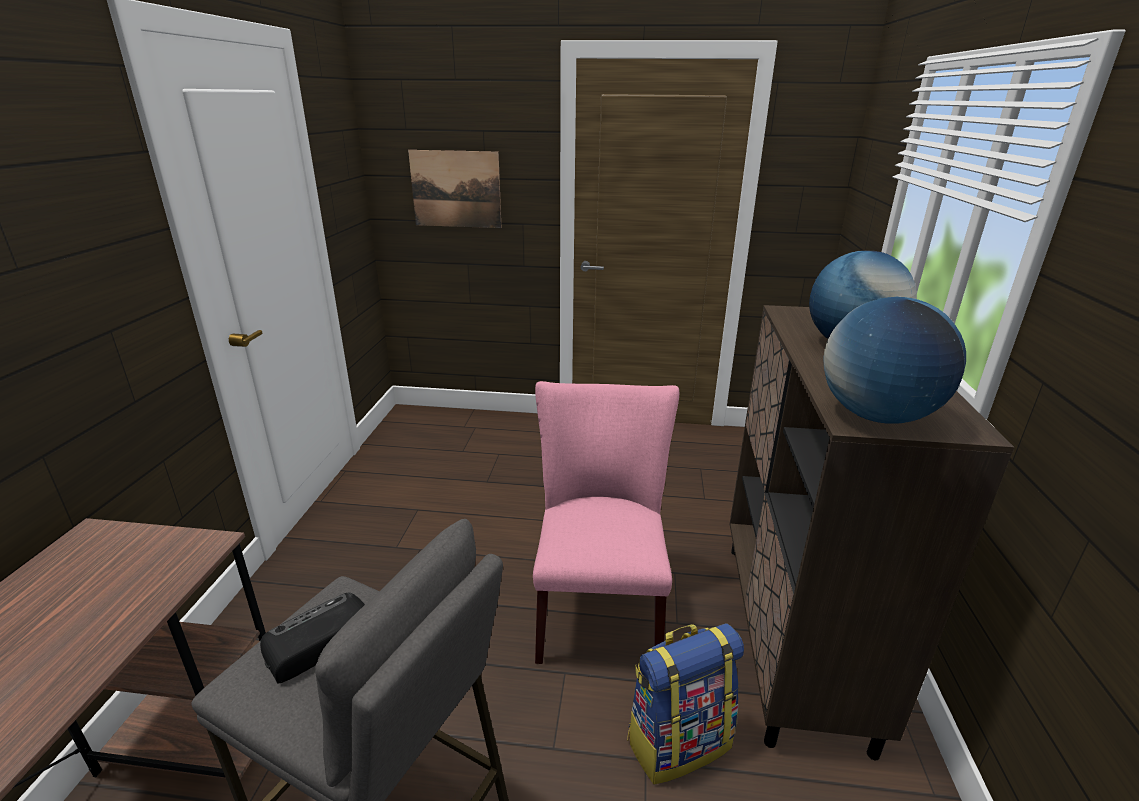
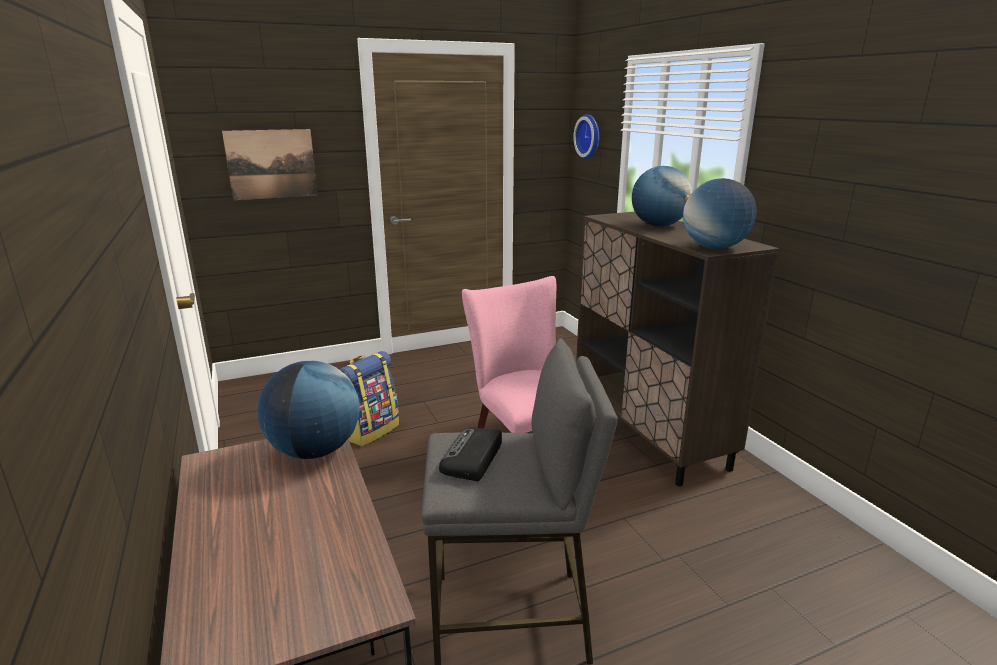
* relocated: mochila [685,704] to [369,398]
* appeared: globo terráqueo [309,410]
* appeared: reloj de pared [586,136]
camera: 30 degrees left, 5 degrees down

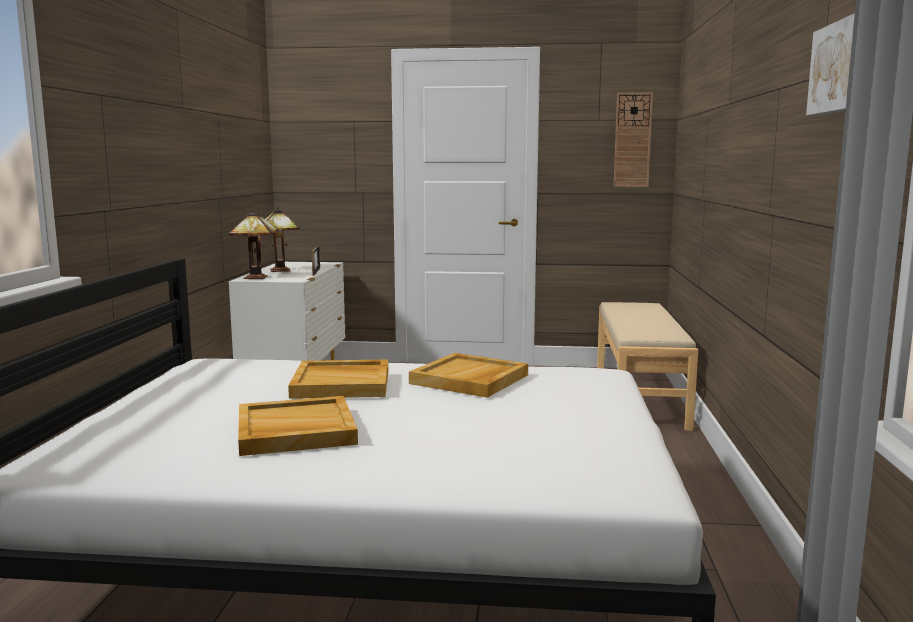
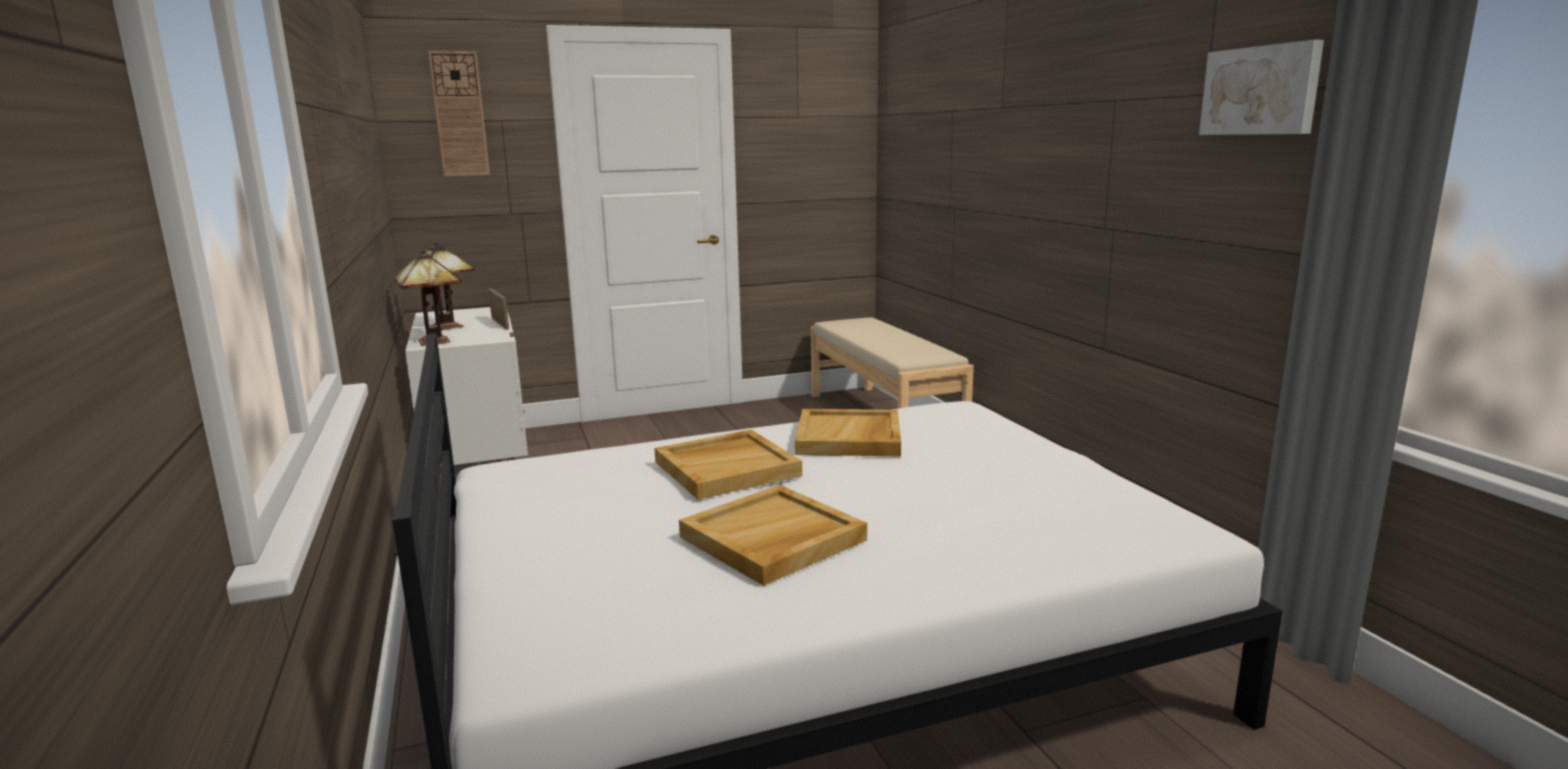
* relocated: reloj de pared [633,139] to [459,113]
camera: 25 degrees left, 5 degrees up

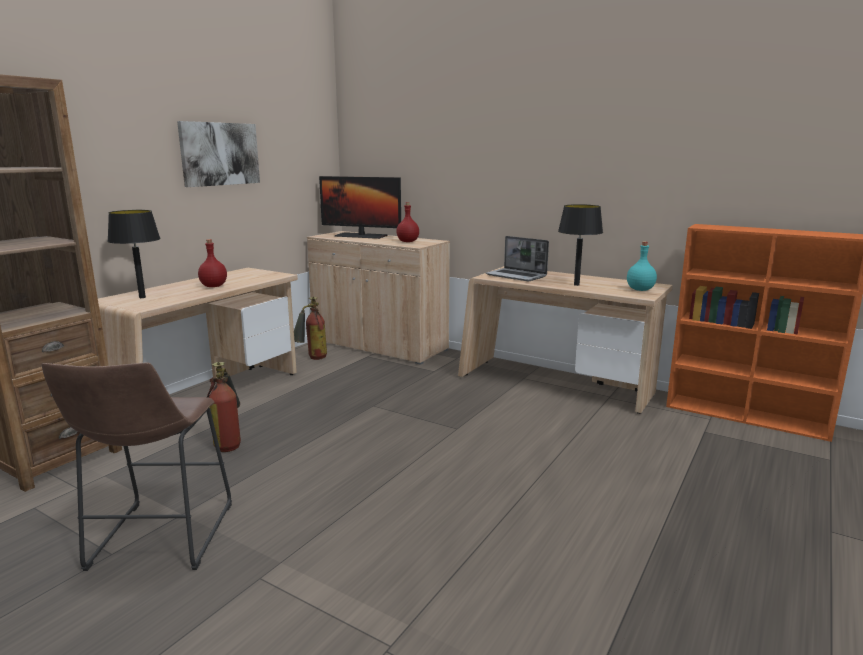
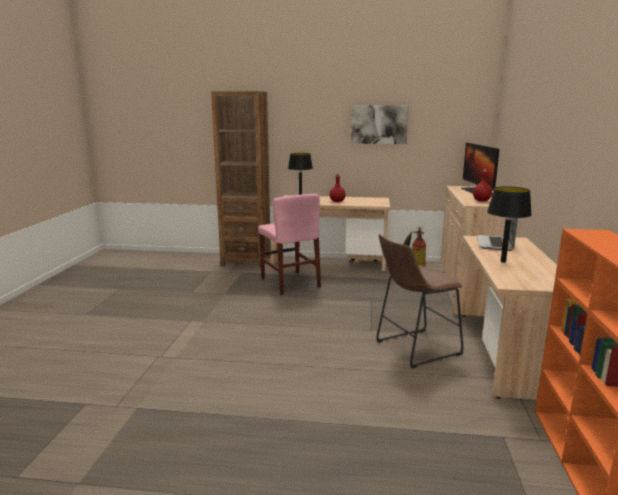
* relocated: taburete/marrón [136,466] to [419,301]
* exchanged: extintor [224,407] to silla/rosa [289,244]
* missing: botella/turquesa [642,266]
camera: 65 degrees right, 0 degrees up

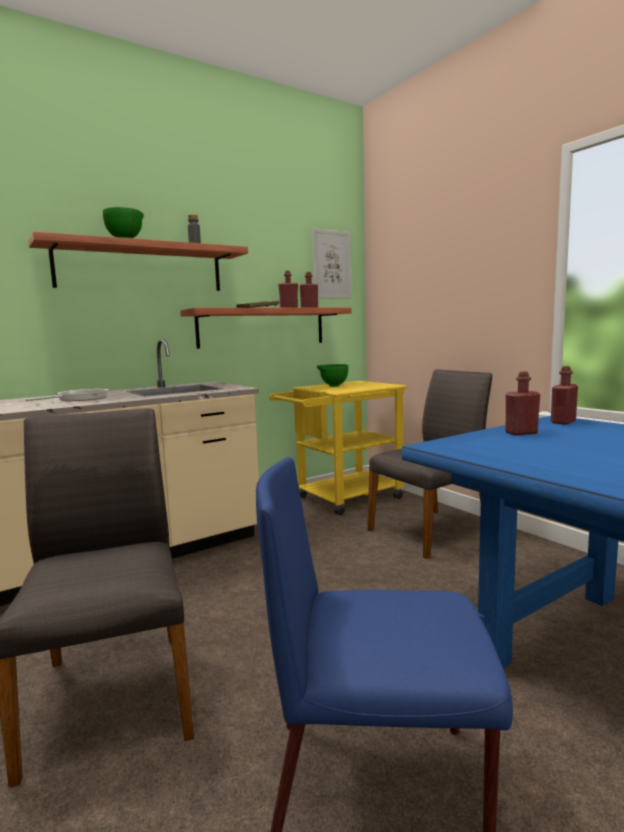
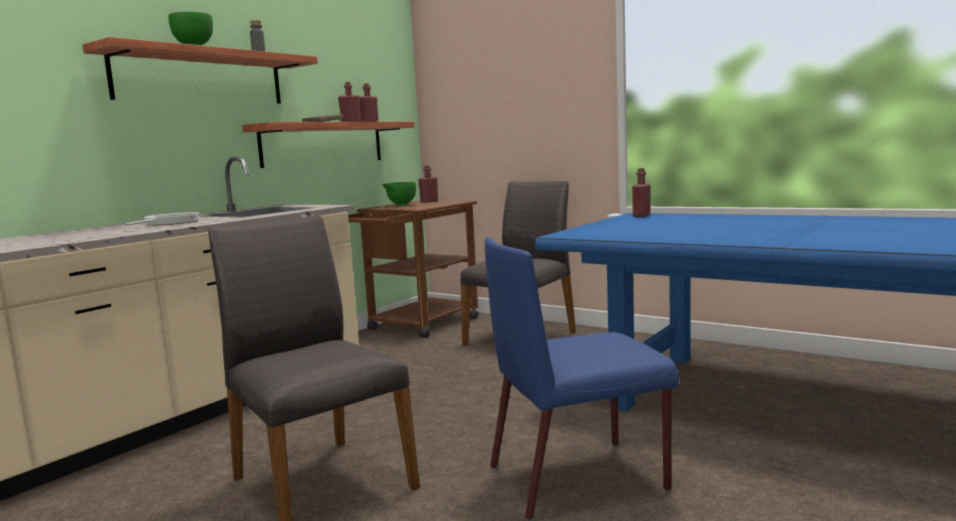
* colour: carrito/amarillo [338,448] to carrito/marrón [413,269]
* missing: cuadro [332,263]
* relocated: botella/rojo [522,403] to [428,184]
camera: 20 degrees left, 0 degrees up

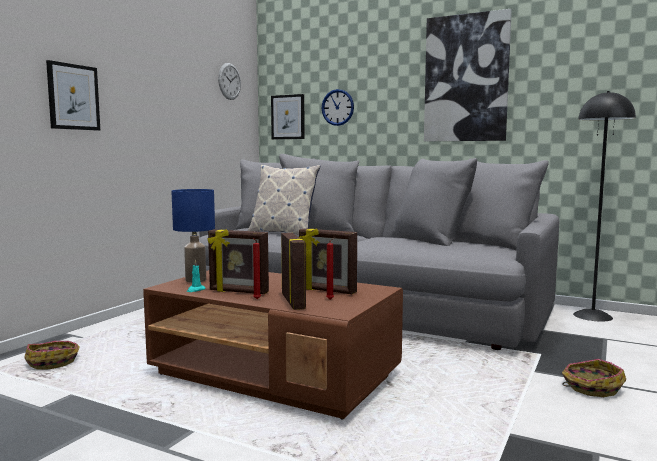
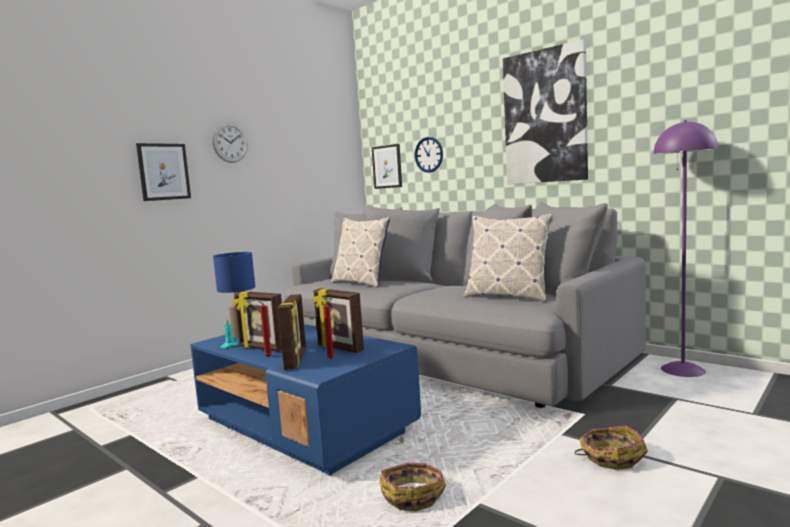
* relocated: cesta [52,355] to [412,486]
* colour: mesa de centro/marrón [273,345] to mesa de centro/azul [305,400]
* relocated: reloj de pared [229,81] to [230,142]
* colour: lámpara de pie/negro [604,206] to lámpara de pie/morado [685,248]
* appeared: cojín [508,258]
camera: 15 degrees right, 0 degrees up

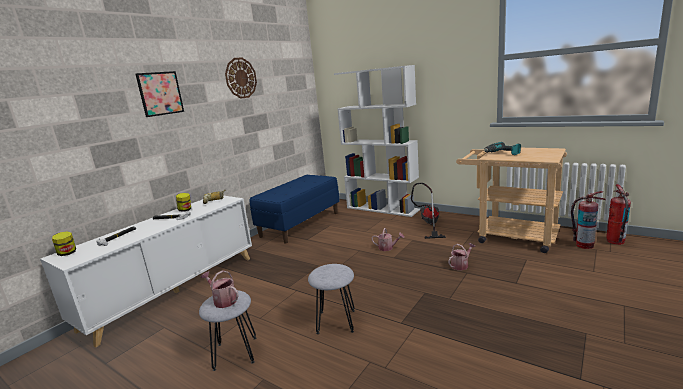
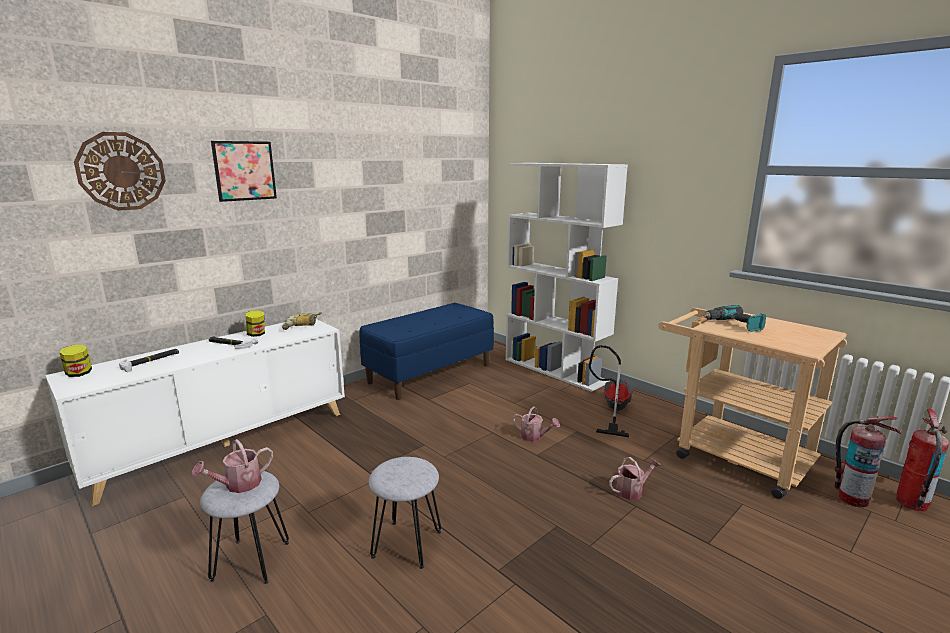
* spun: regadera [220,289] = [232,466] 90 degrees counterclockwise
* relocated: reloj de pared [241,78] to [120,171]
camera: 10 degrees right, 0 degrees up

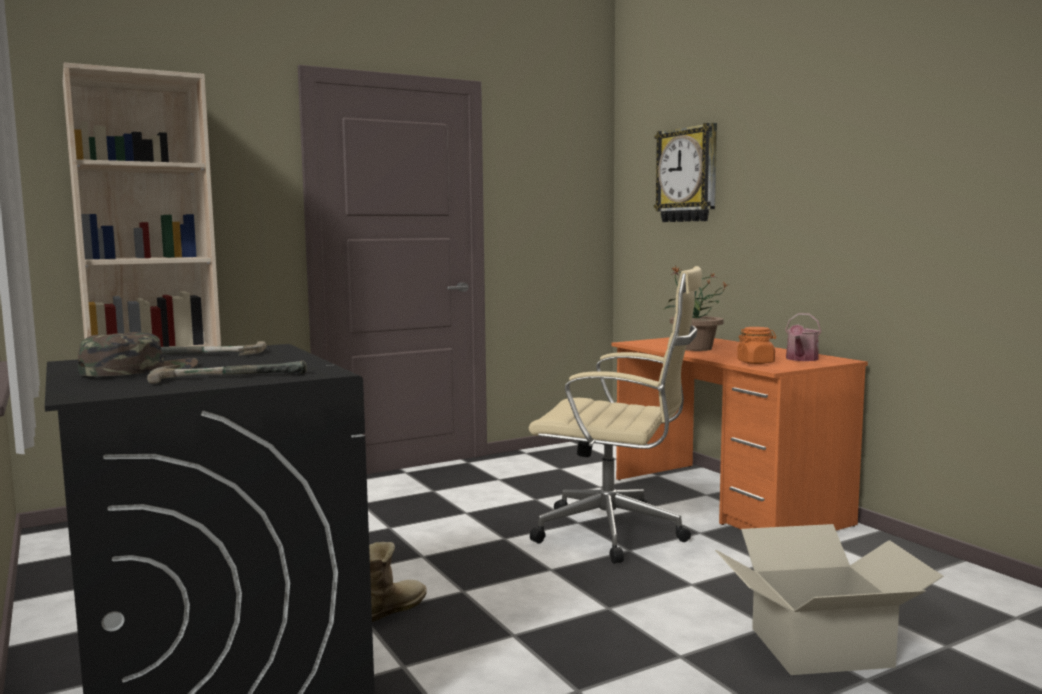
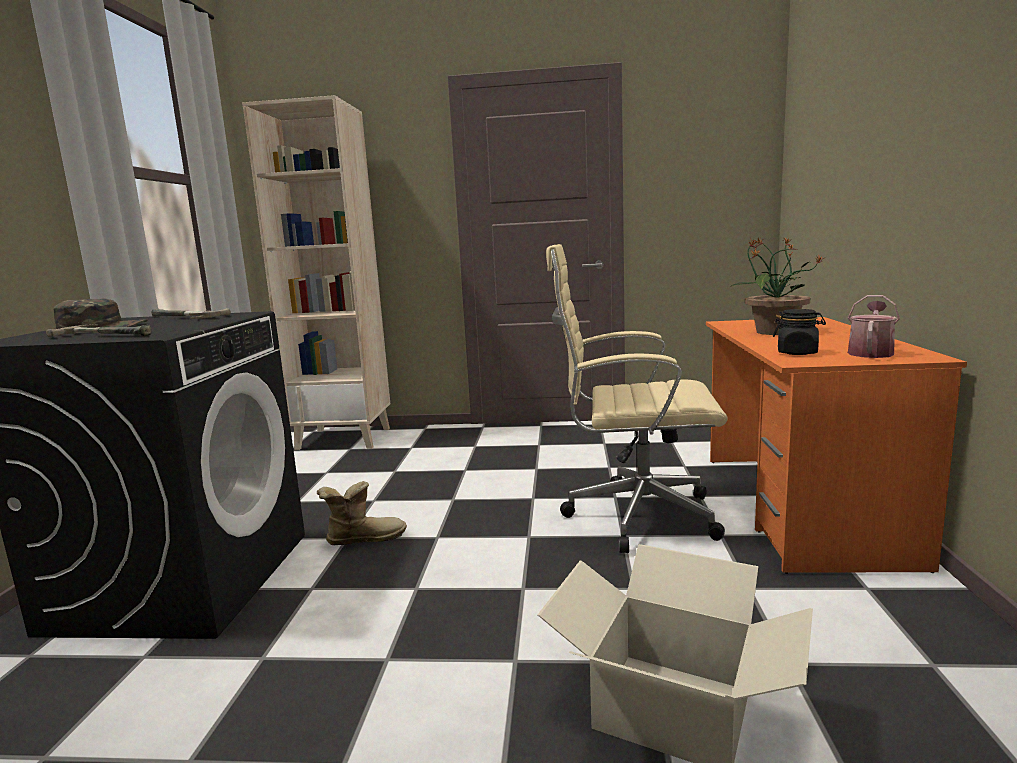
* spun: silla de oficina/beis [615,415] = [637,398] 135 degrees clockwise
* missing: reloj de pared [685,172]
* colour: tarro/naranja [756,345] to tarro/negro [799,332]
* spun: regadera [803,337] = [874,326] 150 degrees clockwise
camera: 35 degrees right, 5 degrees up

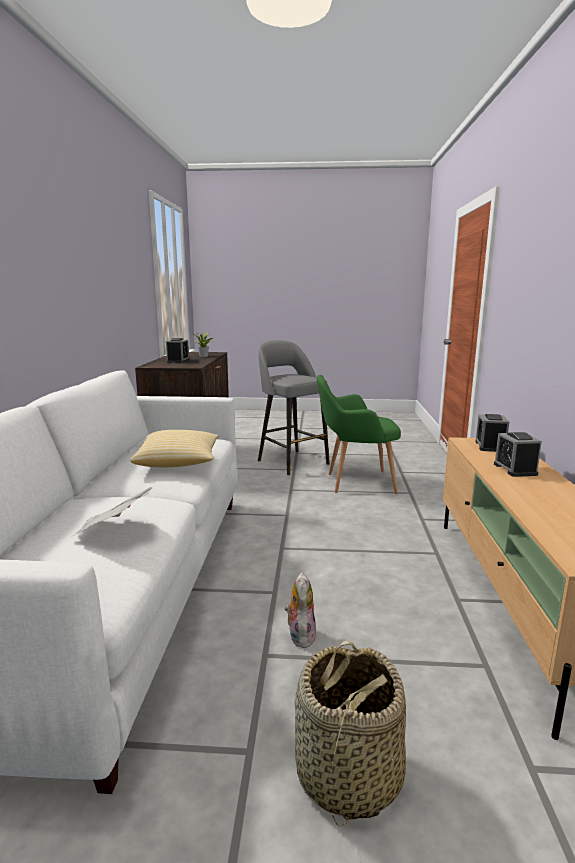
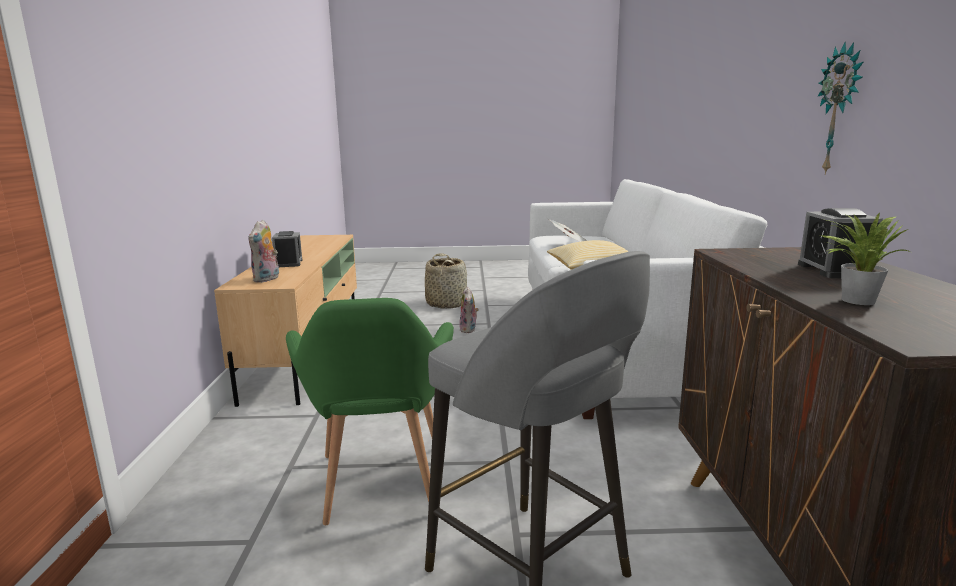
* spun: sillón/verde [359,434] = [370,411] 90 degrees clockwise
* exchanged: despertador [492,433] to peluche [263,251]
* appeared: reloj de pared [840,108]
camera: 175 degrees right, 0 degrees up

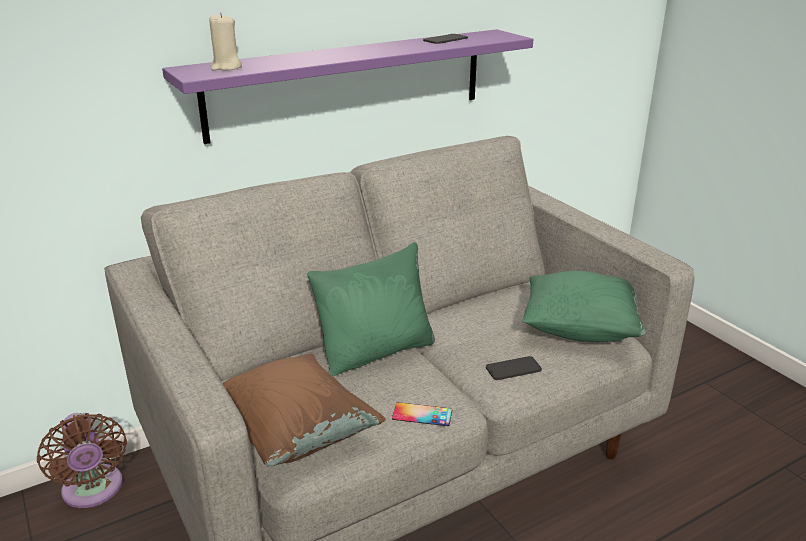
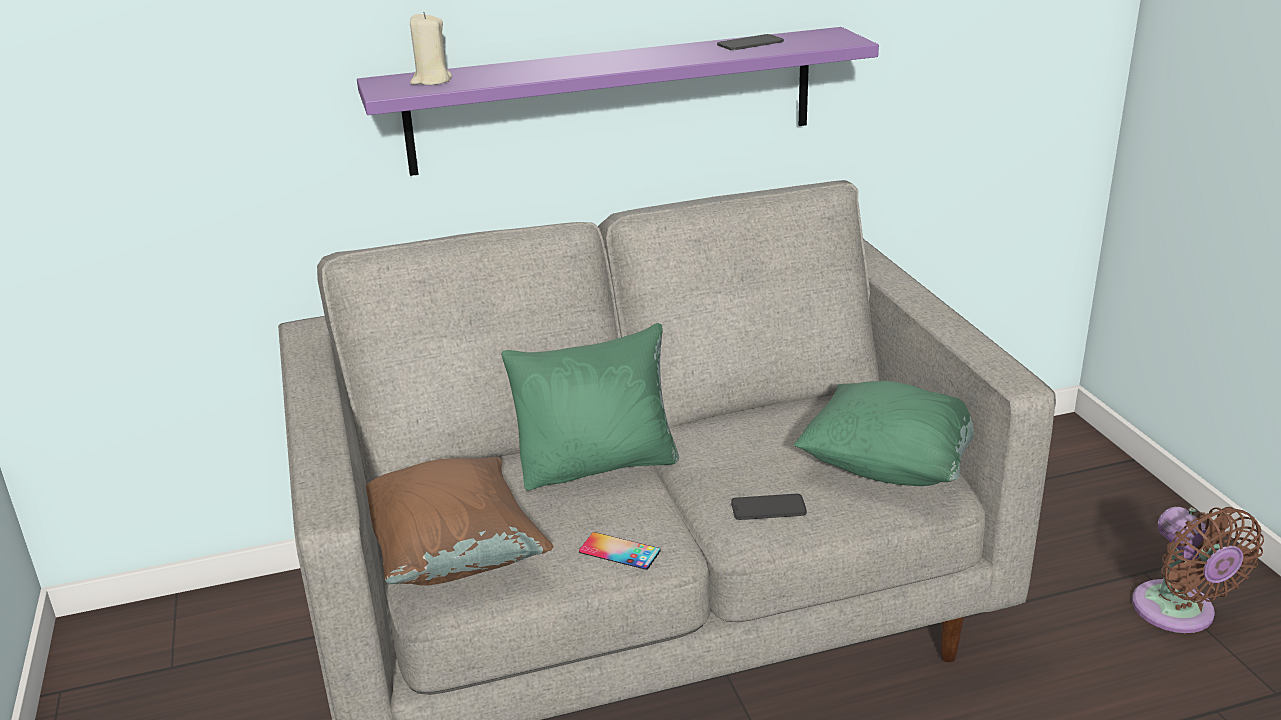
* relocated: ventilador/marrón [82,460] to [1198,570]
camera: 15 degrees right, 0 degrees up

